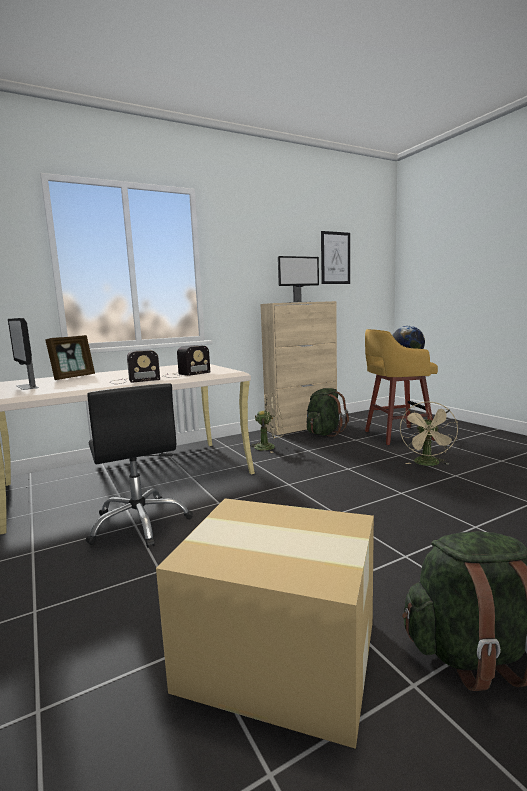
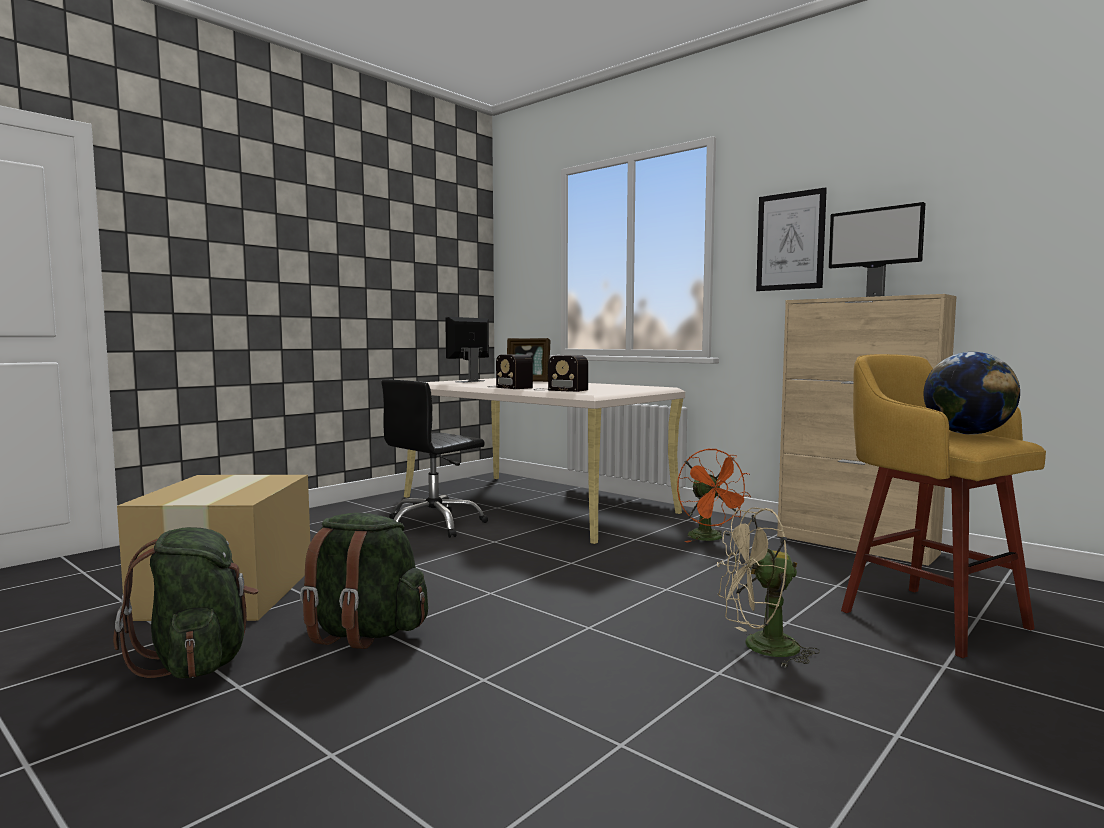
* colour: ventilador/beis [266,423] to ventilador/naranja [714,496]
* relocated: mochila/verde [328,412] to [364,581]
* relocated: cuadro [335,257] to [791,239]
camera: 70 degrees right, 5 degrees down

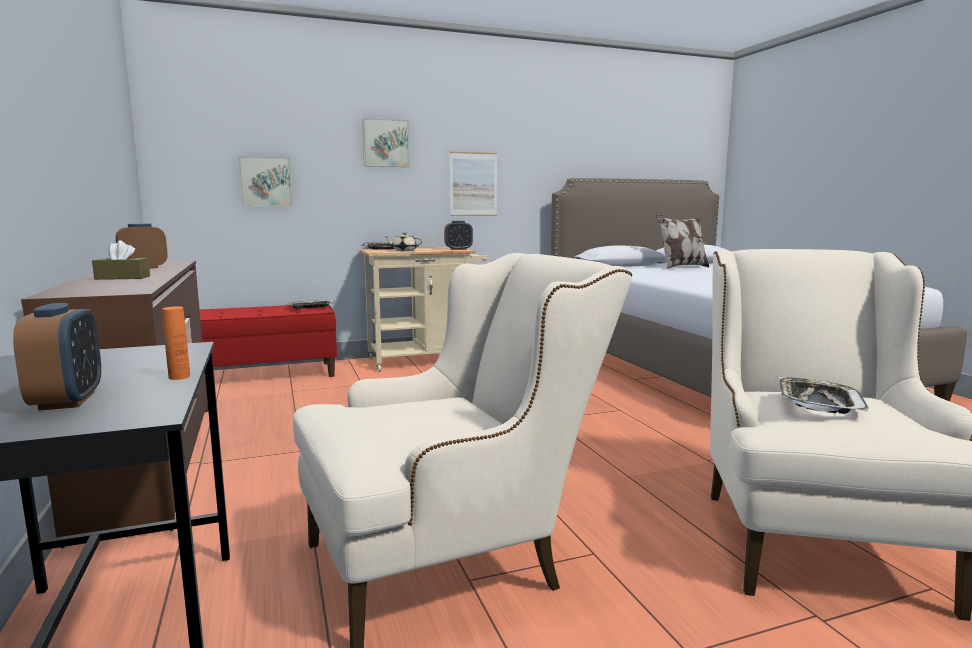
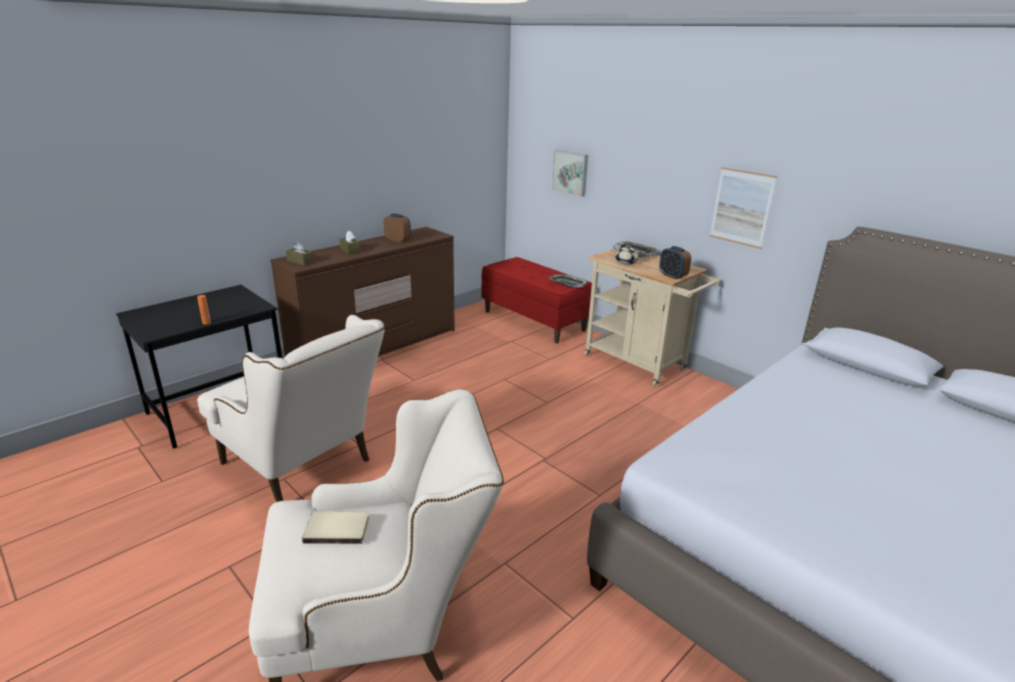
* missing: despertador [57,357]
* missing: cuadro [386,142]
* missing: cojín [682,241]
* exchanged: bandeja [824,395] to libro/beis [335,527]
* appeared: caja de pañuelos/marrón [300,253]
camera: 65 degrees right, 15 degrees up

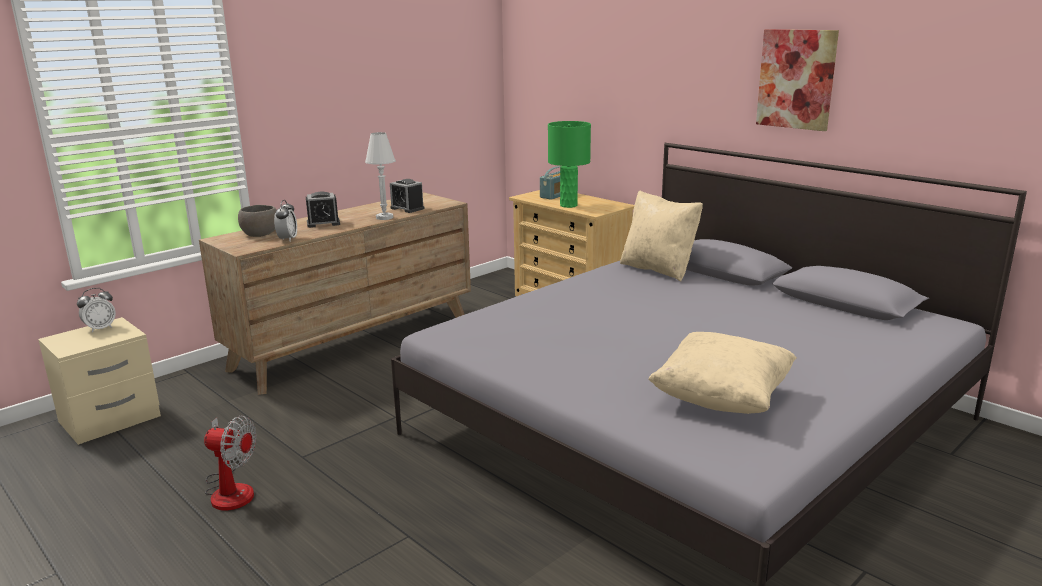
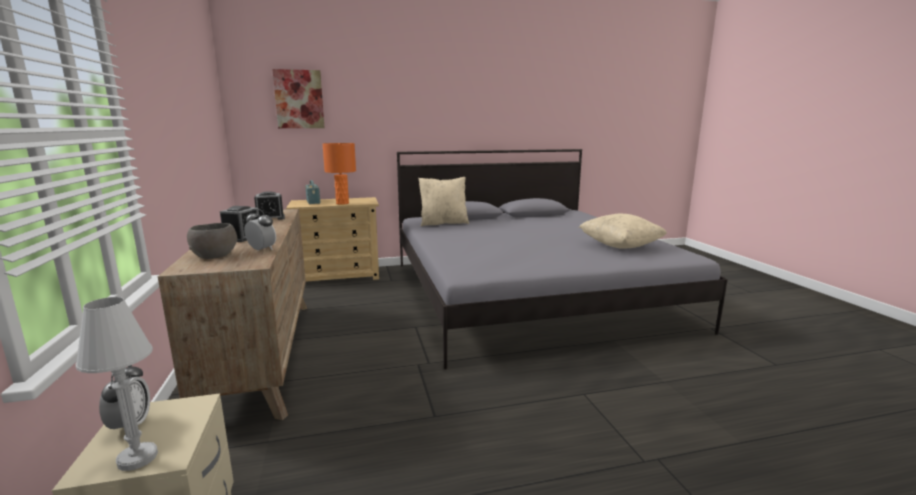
* missing: ventilador [230,463]
* relocated: lámpara de mesa/blanco [380,176] to [116,384]
* colour: lámpara de mesa/verde [569,164] to lámpara de mesa/naranja [339,174]
* relocated: cuadro [797,80] to [298,98]
camera: 60 degrees left, 5 degrees down

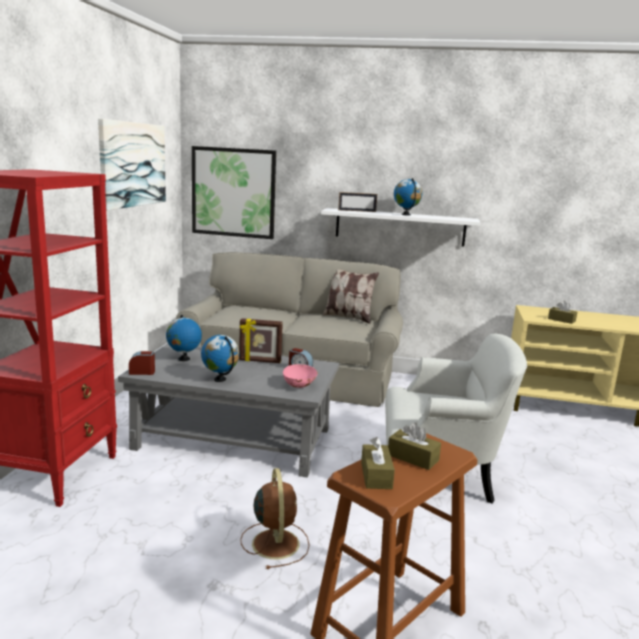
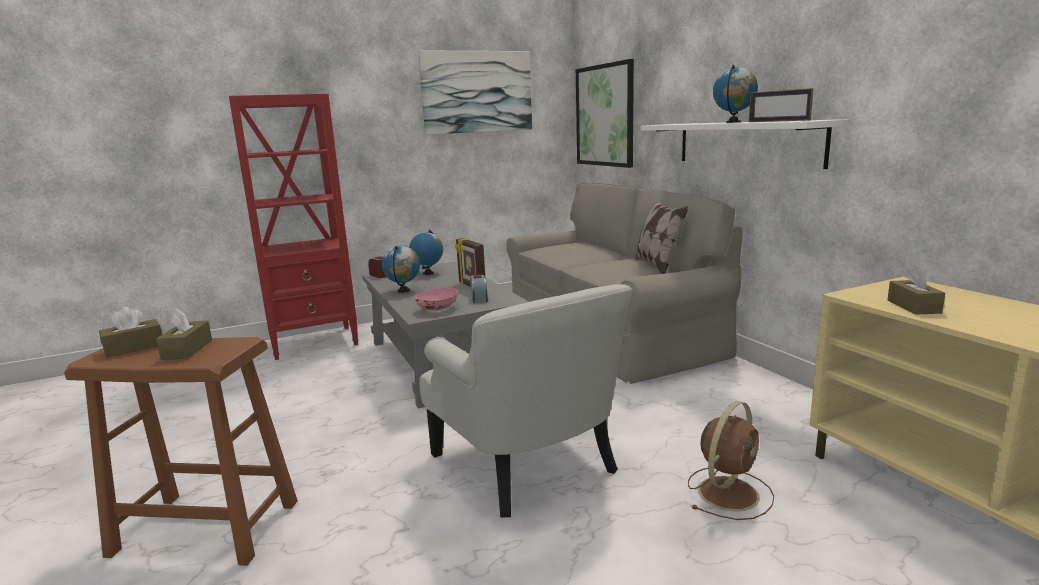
* relocated: ventilador/marrón [274,518] to [731,460]
* relocated: portarretratos [357,202] to [781,105]
camera: 55 degrees right, 0 degrees up

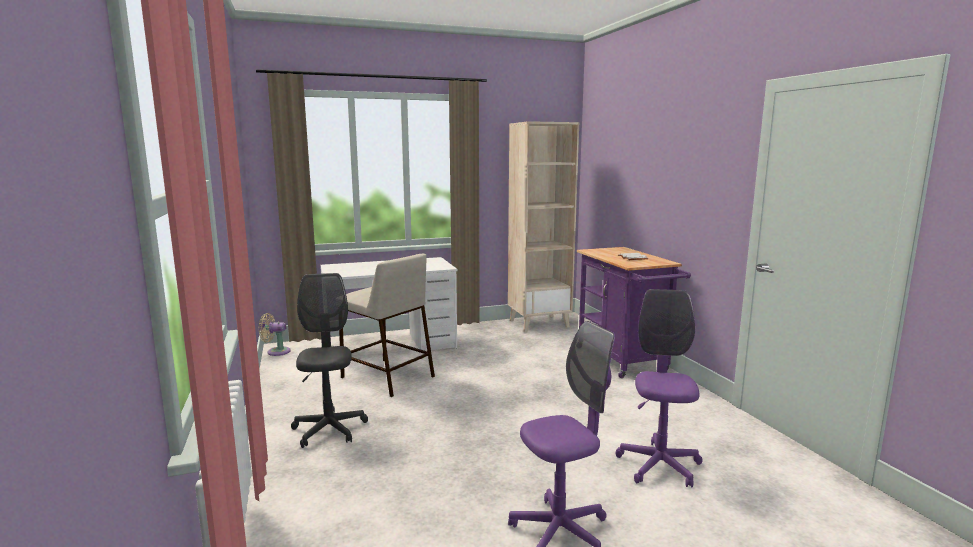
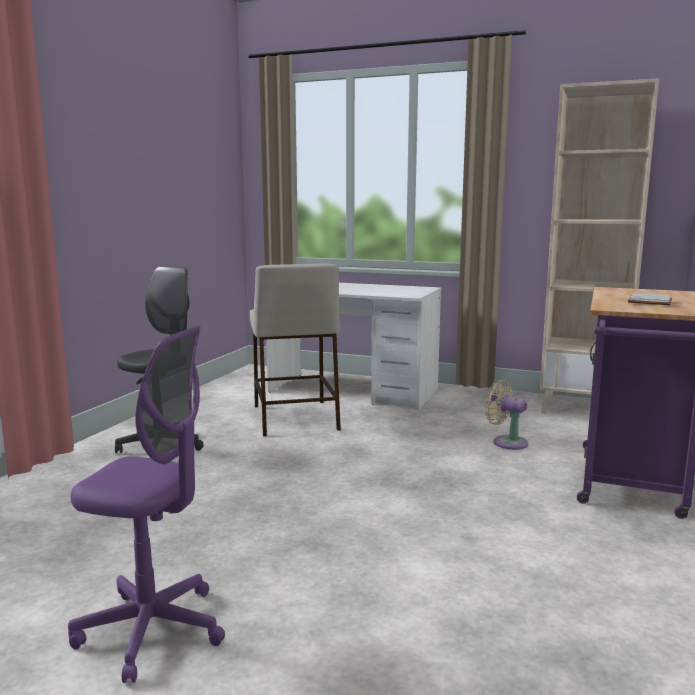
* relocated: ventilador/beis [274,334] to [506,415]
* missing: silla de oficina/morado [659,388]
camera: 40 degrees right, 0 degrees up

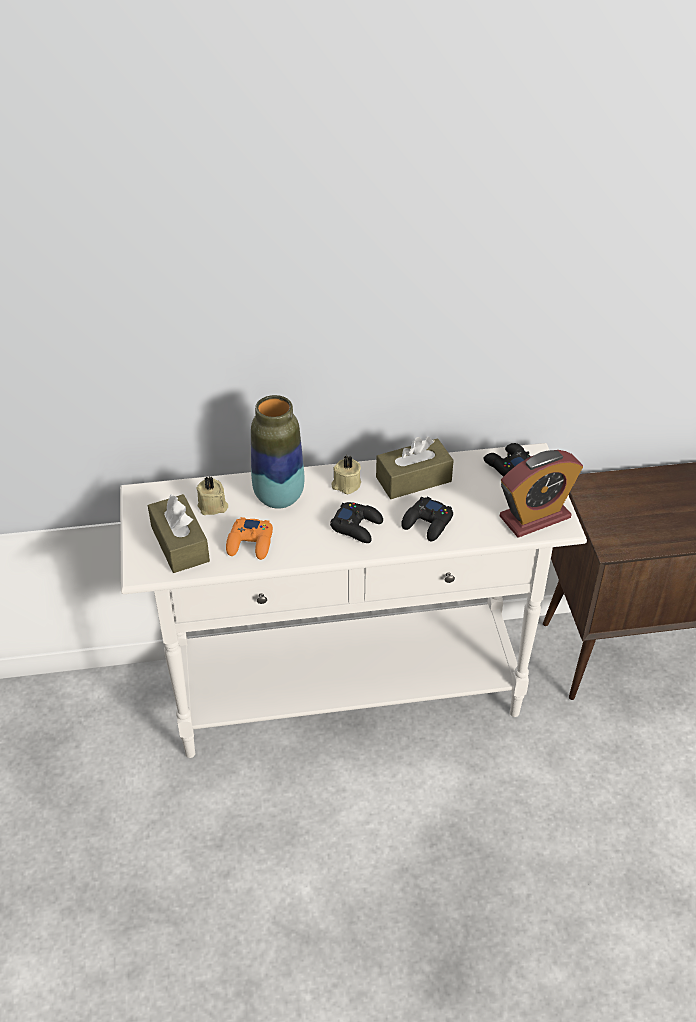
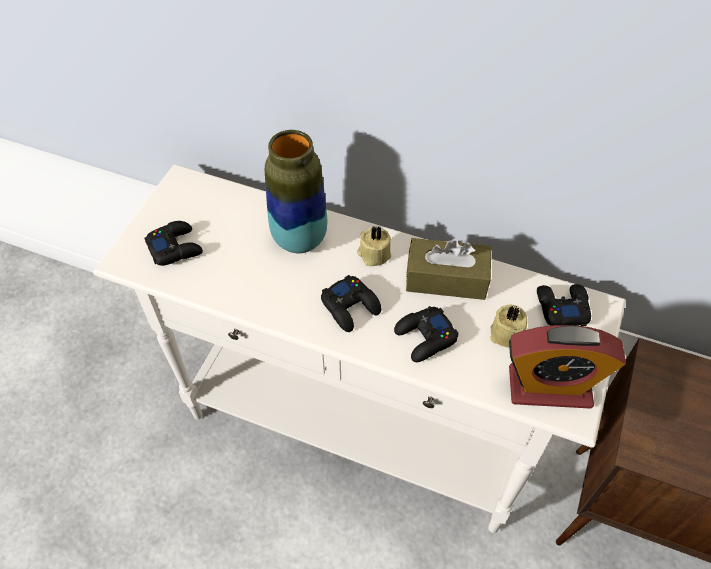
* exchanged: caja de pañuelos/marrón [179,533] to mando de consola/negro [173,243]
* relocated: vela/beis [212,495] to [508,326]
* missing: mando de consola/naranja [249,538]
camera: 30 degrees right, 10 degrees up

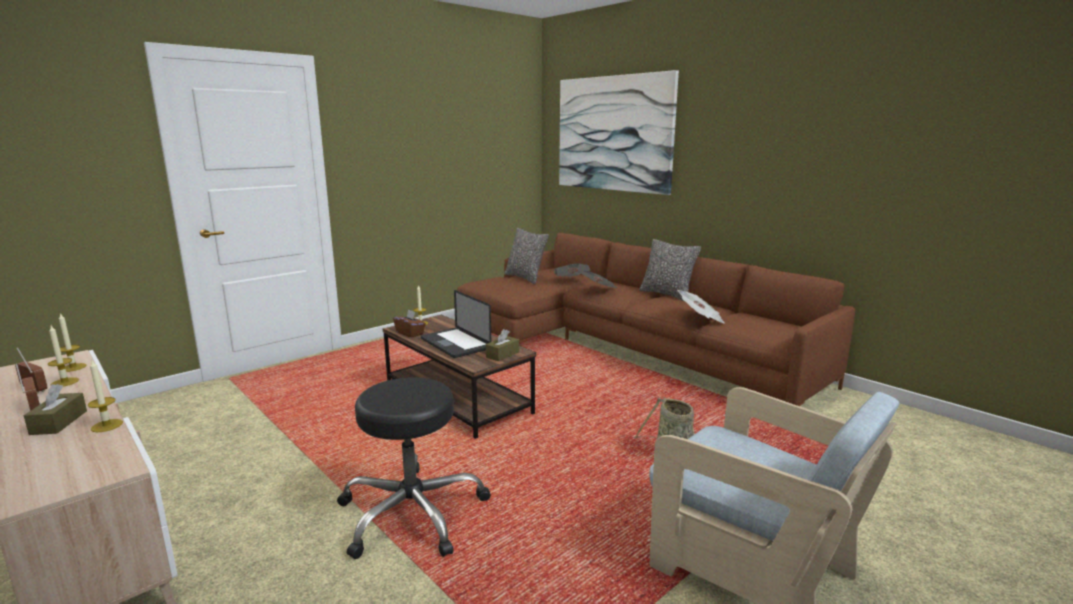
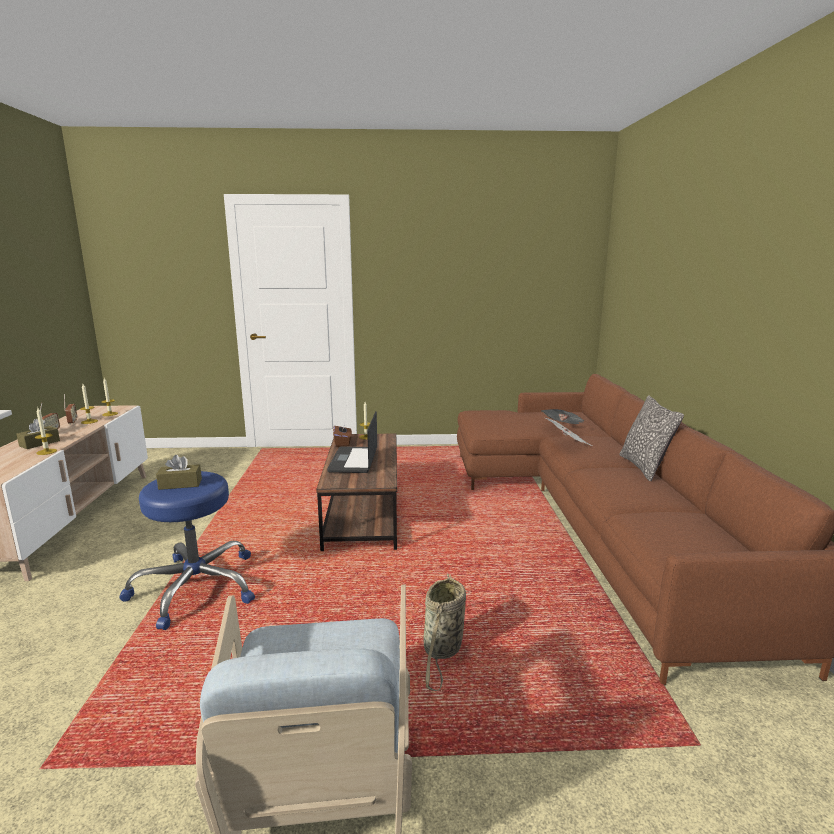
* colour: taburete/negro [414,468] to taburete/azul [187,550]
* relocated: caja de pañuelos/marrón [502,345] to [179,472]
* missing: cojín [526,256]
* missing: cuadro [619,132]
* missing: periódico [701,307]
camera: 40 degrees right, 0 degrees up

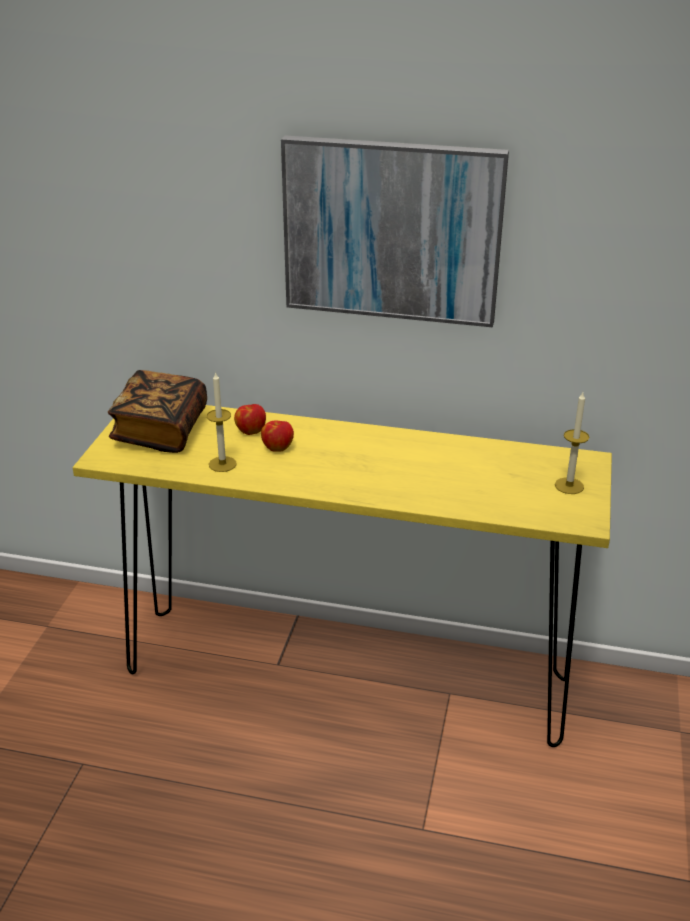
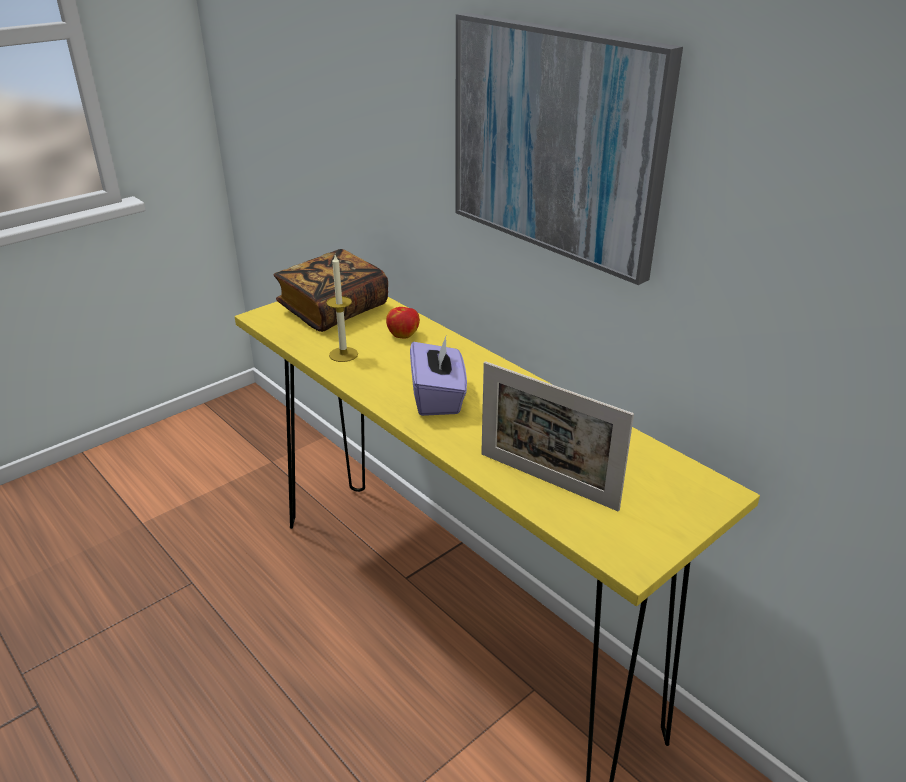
* missing: manzana [277,436]
* missing: vela [572,443]
* appeared: caja de pañuelos/morado [438,375]
* appeared: portarretratos [557,436]
camera: 35 degrees right, 0 degrees up

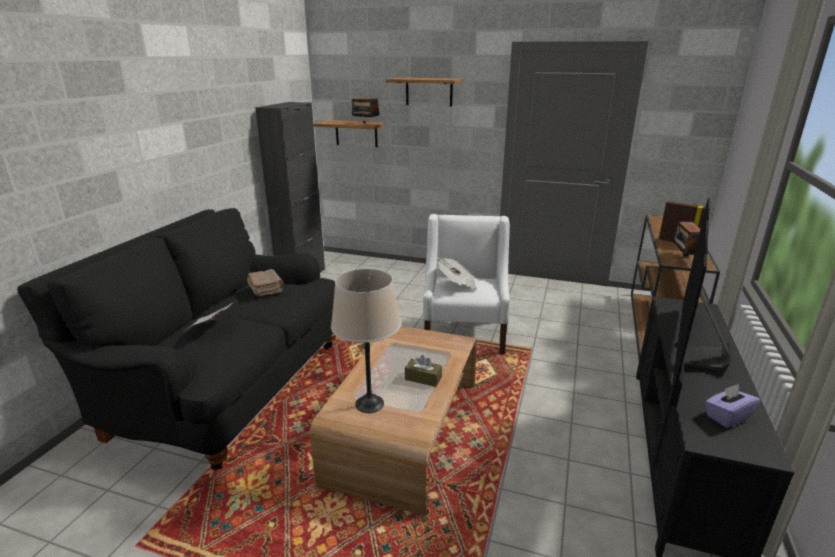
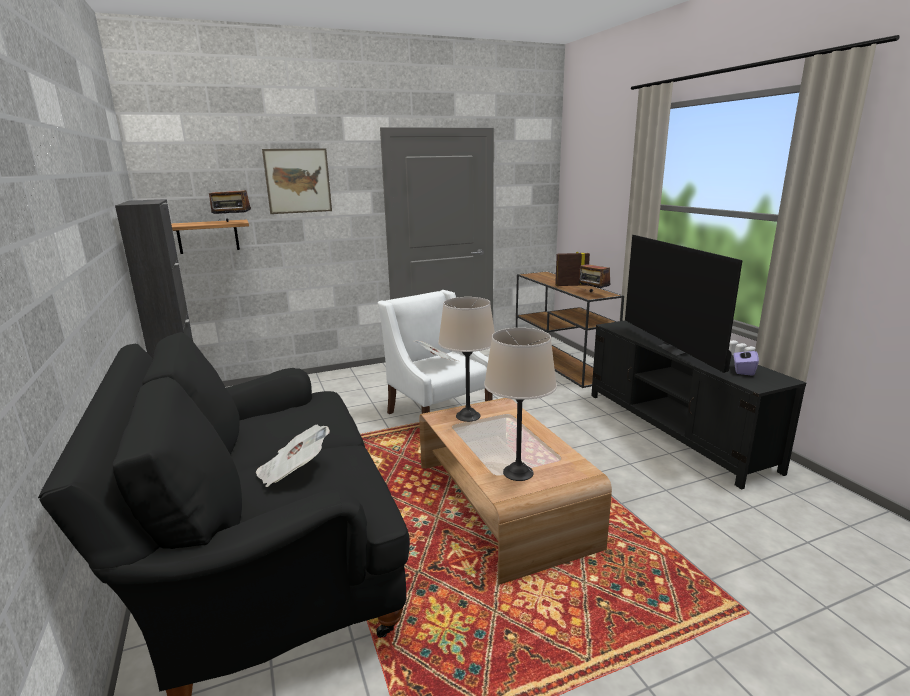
* missing: libro/marrón [265,283]
* exchanged: estante [424,92] to cuadro [297,181]
* missing: caja de pañuelos/marrón [423,371]
* appeared: lámpara de mesa/beis [466,359]
camera: 40 degrees left, 5 degrees down

